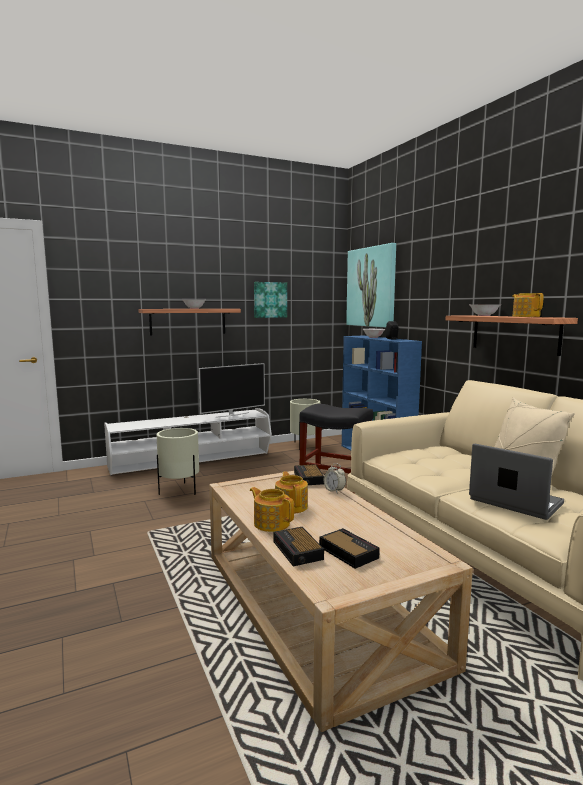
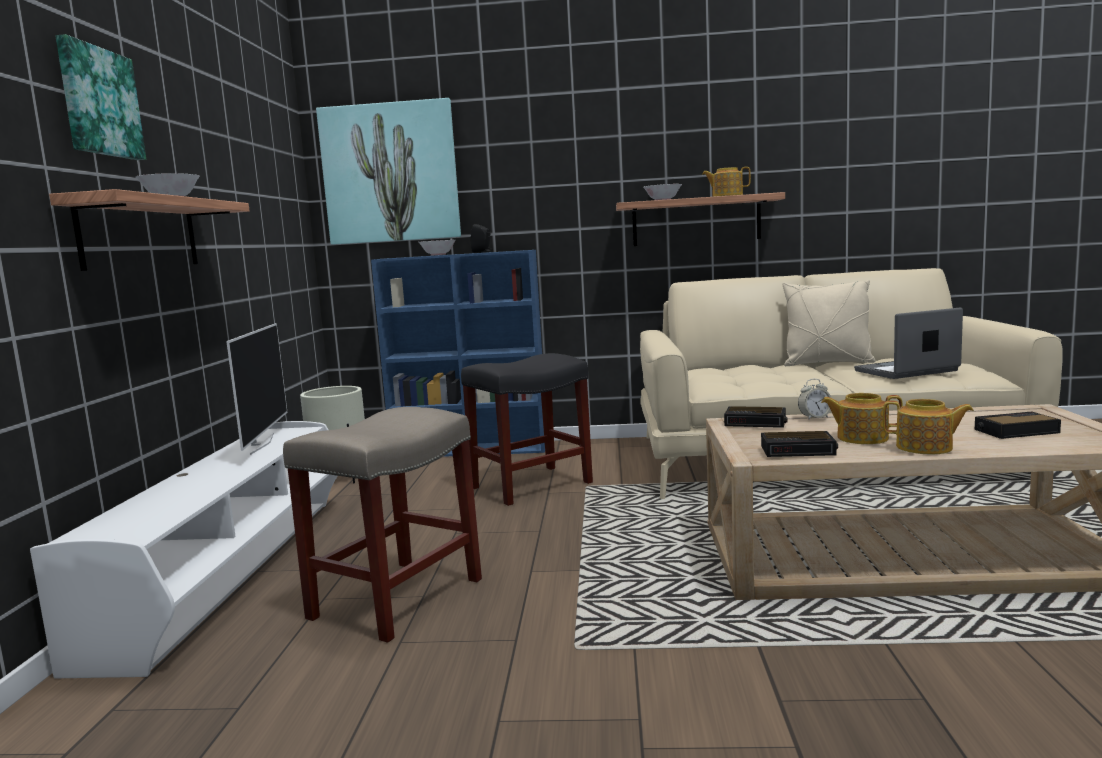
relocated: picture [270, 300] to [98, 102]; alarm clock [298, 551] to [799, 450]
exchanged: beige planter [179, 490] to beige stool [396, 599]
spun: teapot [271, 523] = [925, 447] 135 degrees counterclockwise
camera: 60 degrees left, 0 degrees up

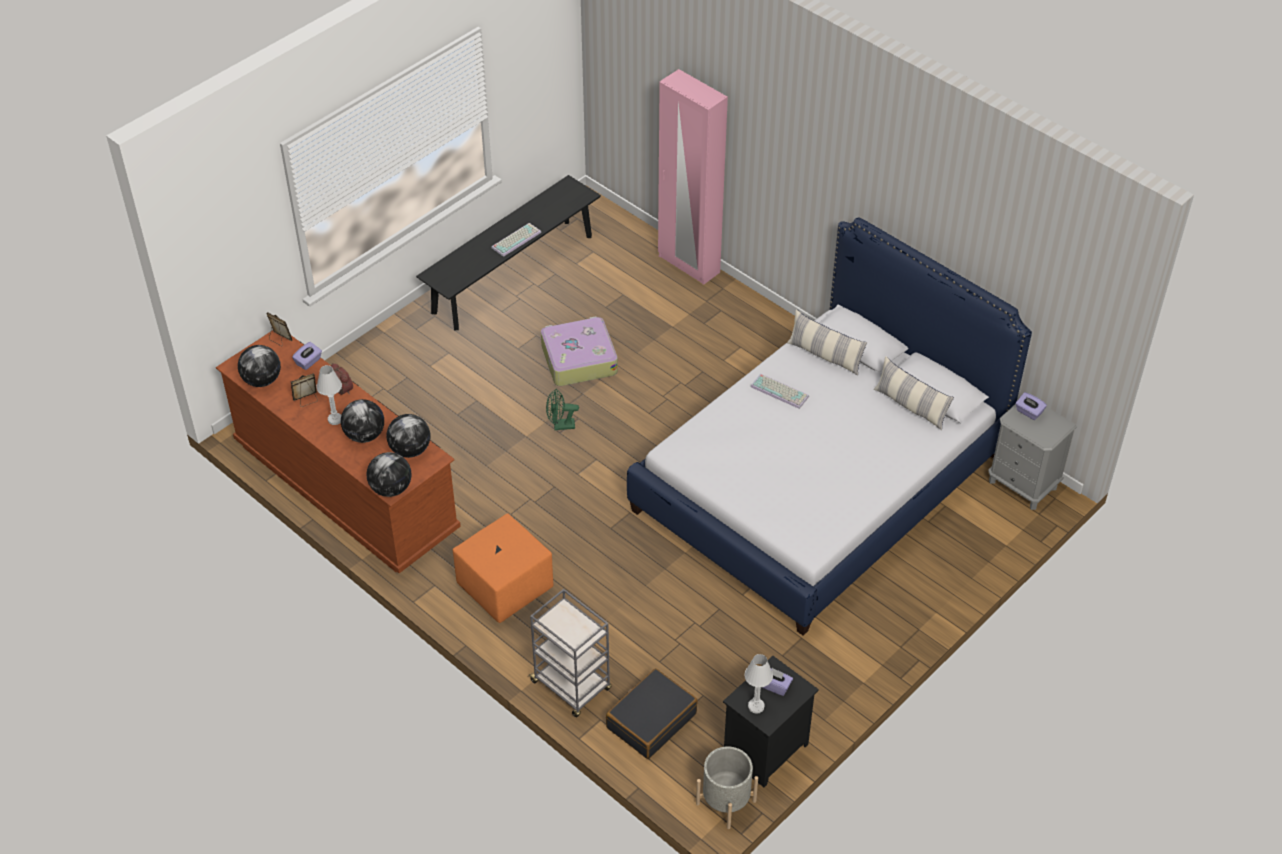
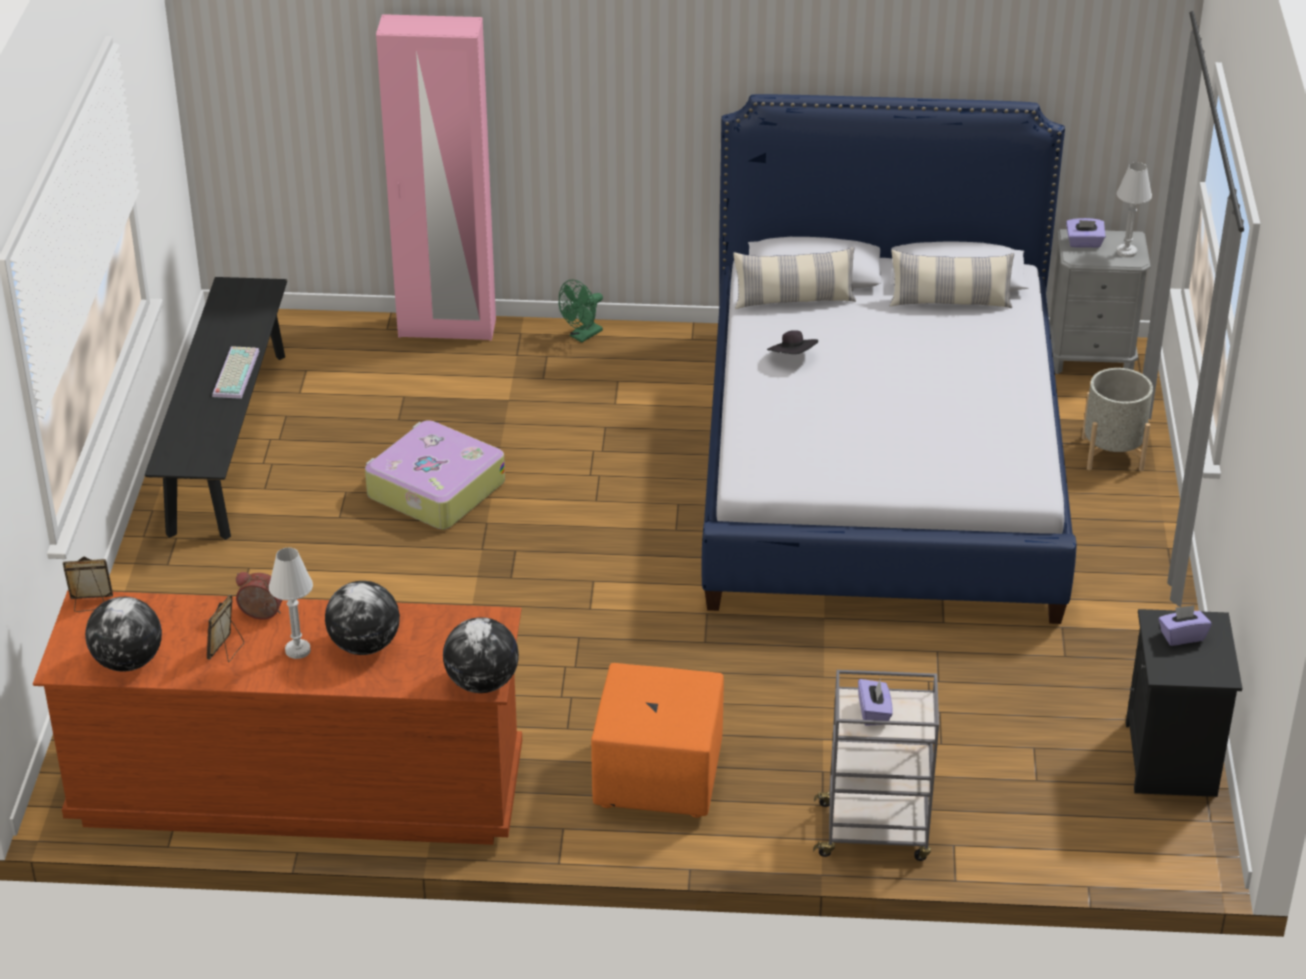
missing: globe [410, 450]; black suitcase [651, 720]
relocated: purple tissue box [308, 362] to [874, 713]; green fan [560, 426] to [582, 336]; white table lamp [756, 706] to [1126, 252]; grey planter [726, 802] to [1112, 454]
exchanged: keyboard [780, 391] to black hat [793, 357]
camera: 40 degrees left, 10 degrees down

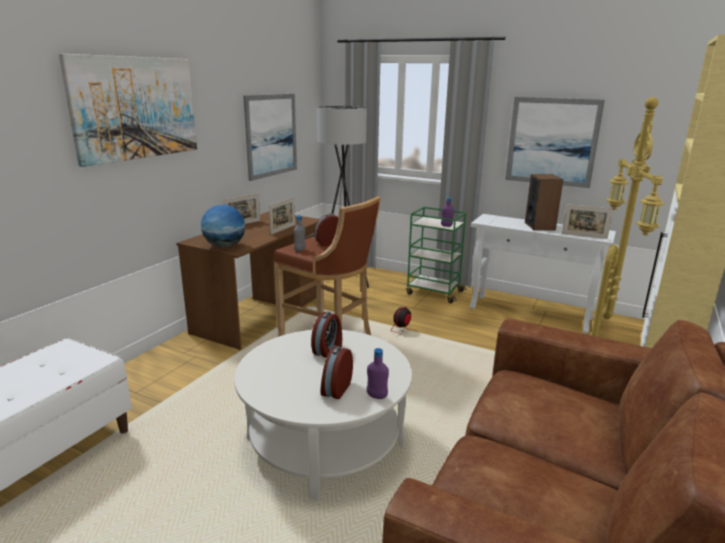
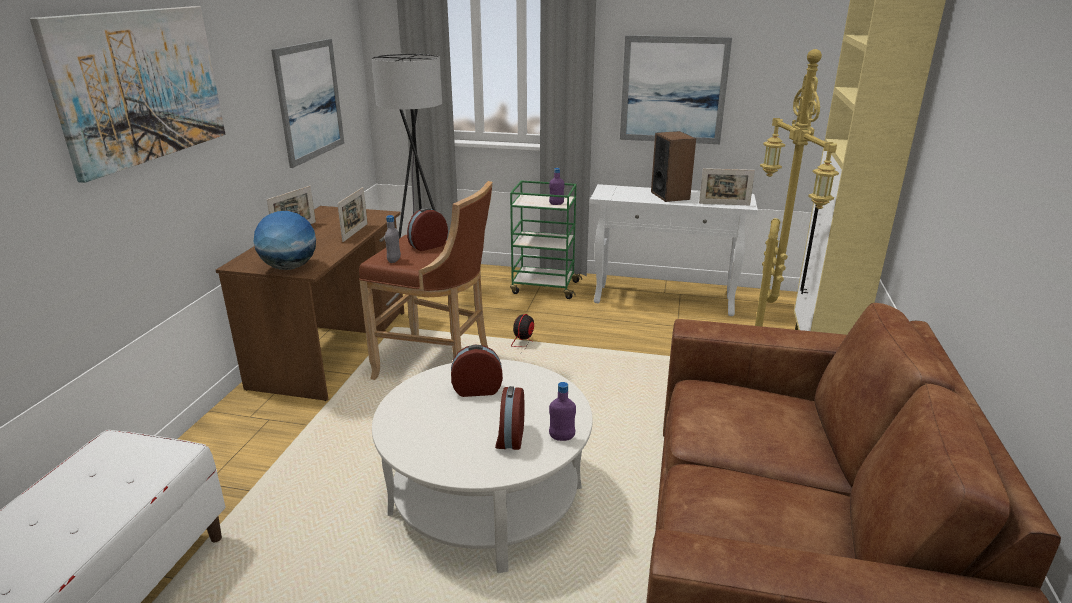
spun: alarm clock [328, 350] = [477, 389] 105 degrees counterclockwise
camera: 15 degrees left, 5 degrees up

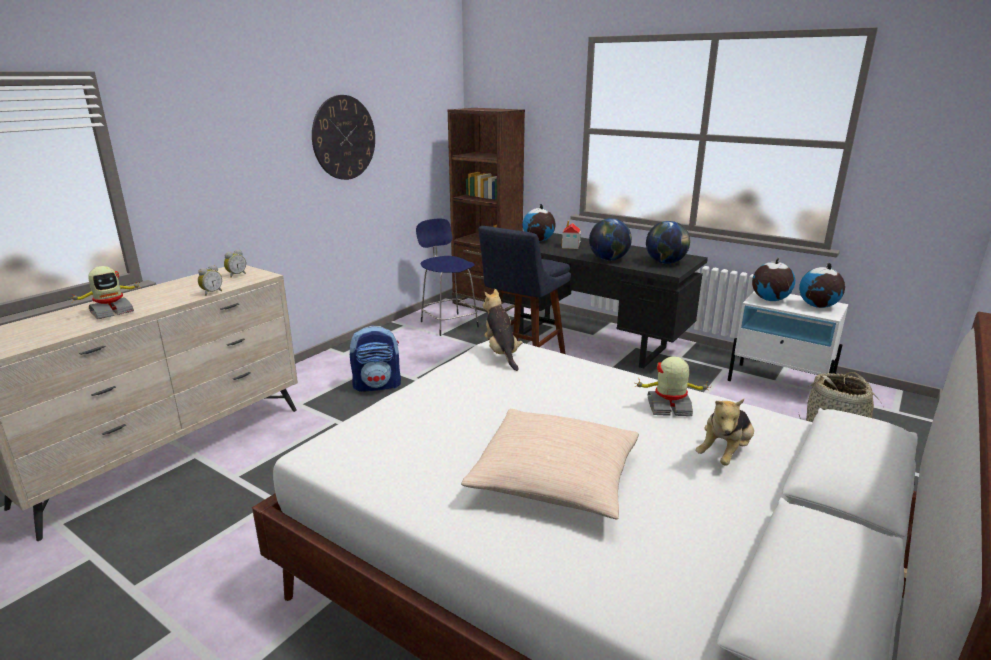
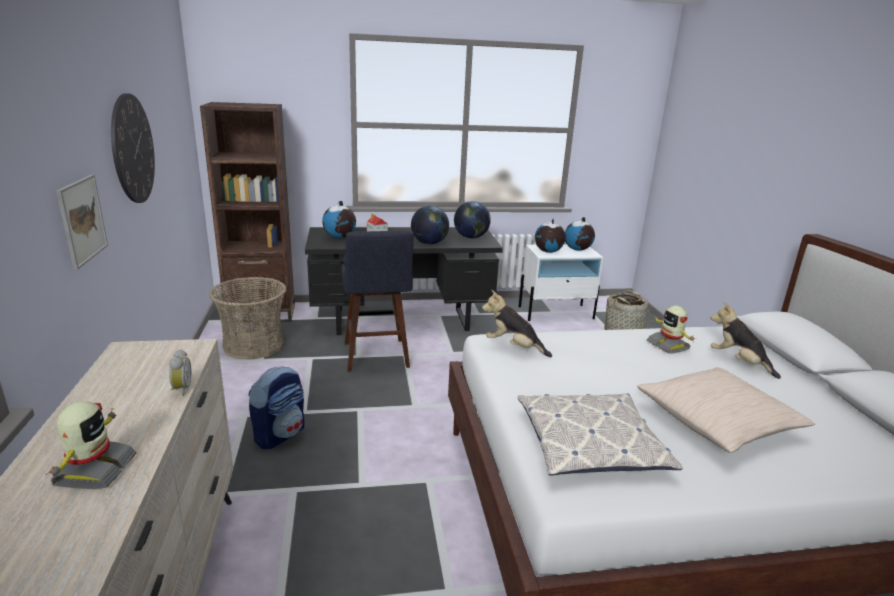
missing: alarm clock [236, 275]
appeared: picture [82, 220]; pillow [590, 444]
exchanged: blue stool [448, 323] to basket [253, 345]
spun: toy robot [669, 407] = [668, 345] 75 degrees counterclockwise; plush toy [724, 453] = [738, 362] 150 degrees clockwise
camera: 45 degrees left, 0 degrees up

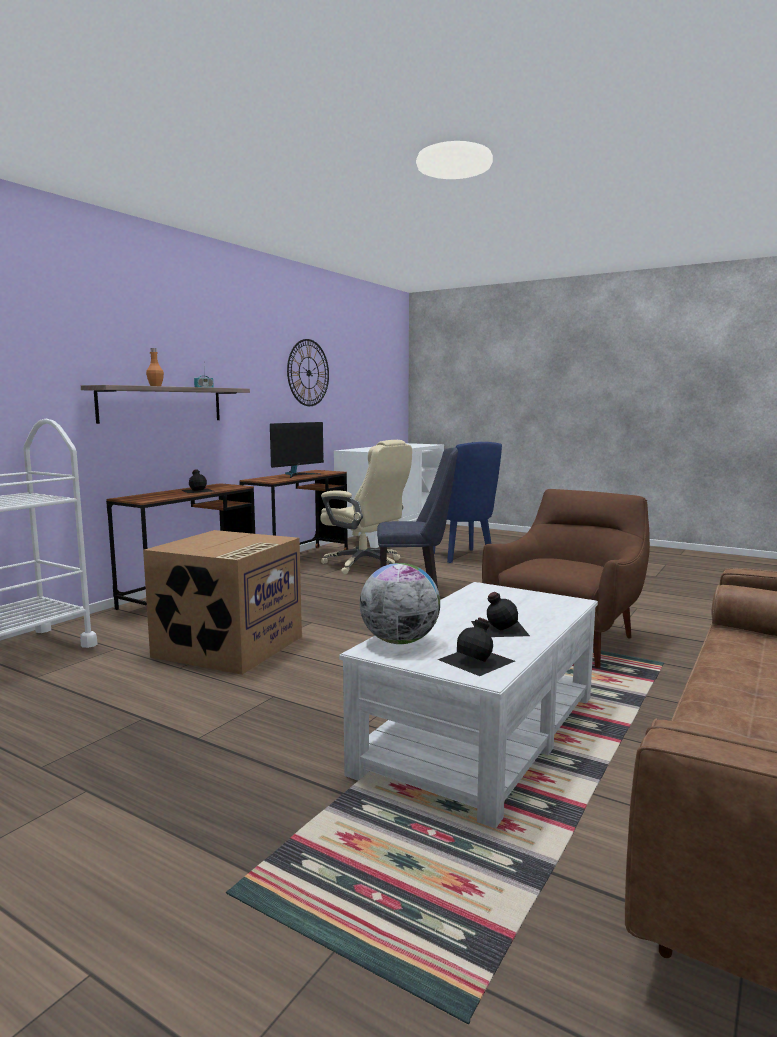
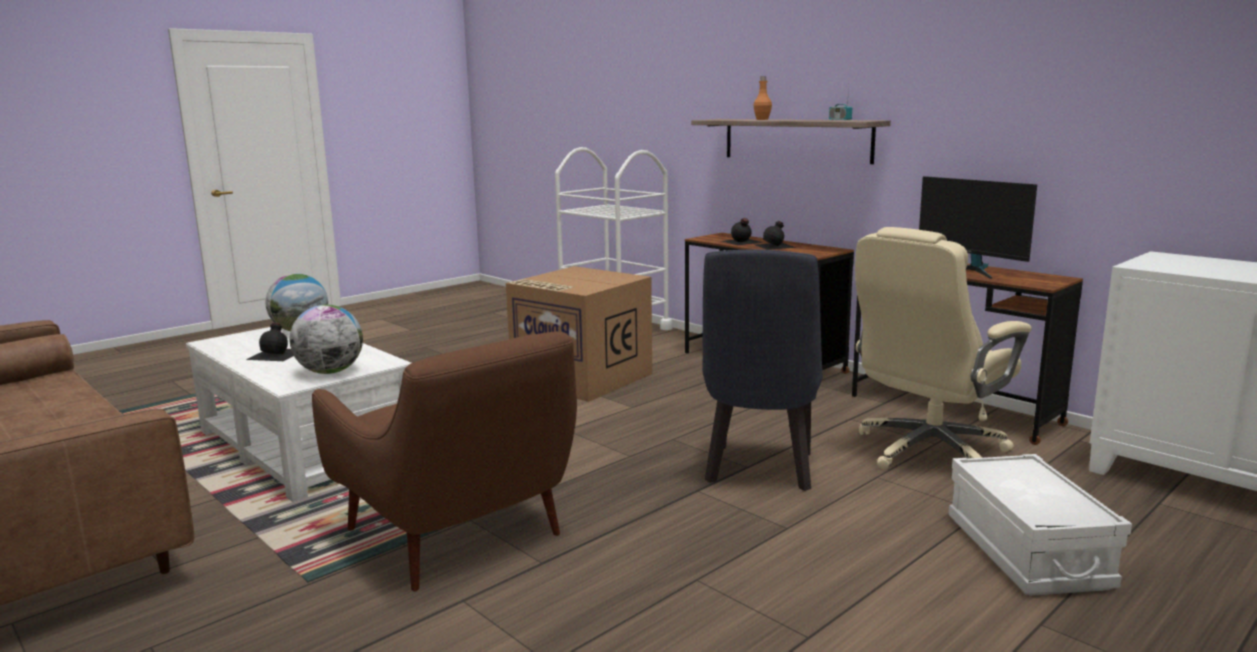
missing: wall clock [308, 373]
appeared: globe [330, 372]
relocated: black bottle [477, 660] to [741, 241]
exchanged: blue chair [464, 557] to white storage box [1027, 552]
camera: 105 degrees right, 5 degrees up

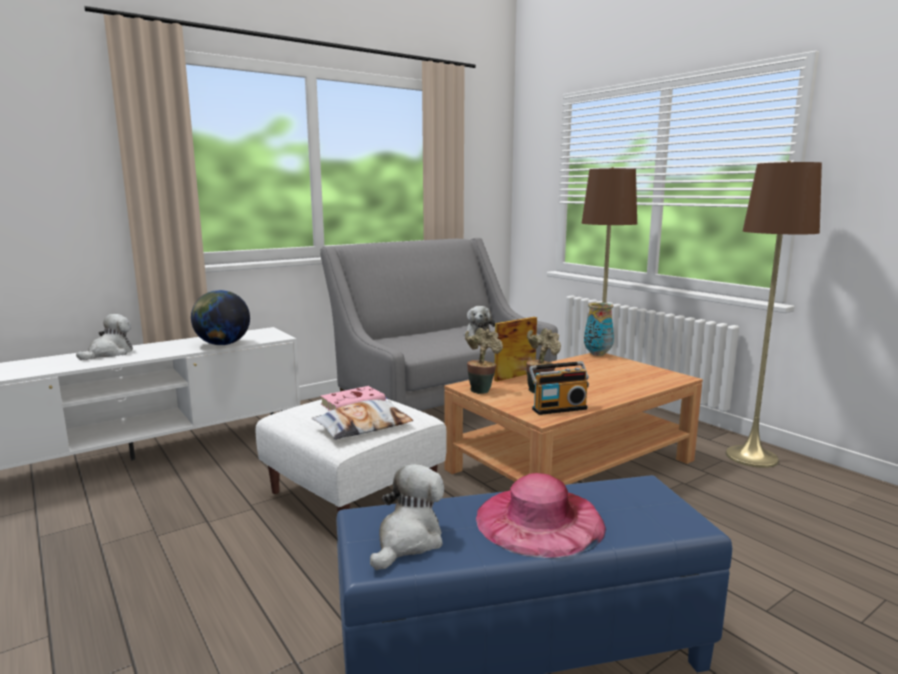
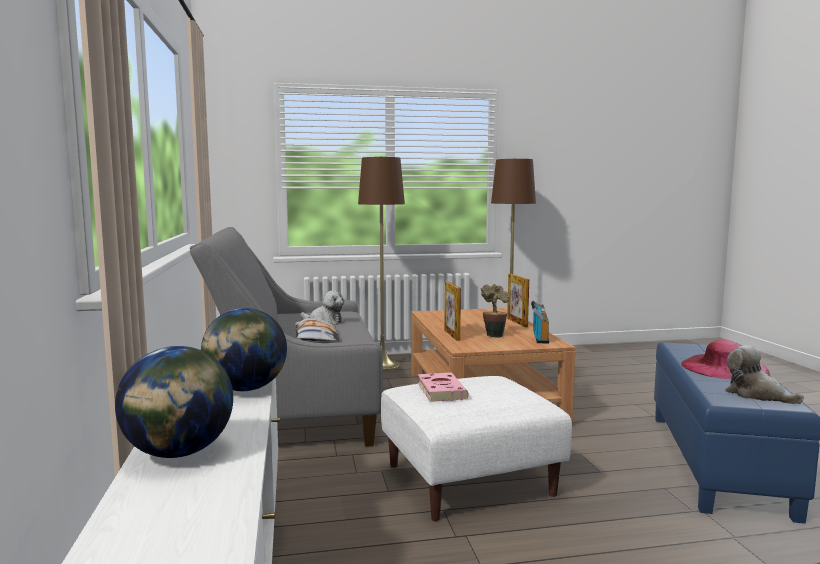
missing: vase [597, 354]; potted plant [481, 390]
appeared: picture frame [517, 322]
relocated: pillow [363, 426] to [315, 337]
exchanged: plush toy [109, 353] to globe [179, 453]
camera: 65 degrees left, 5 degrees down

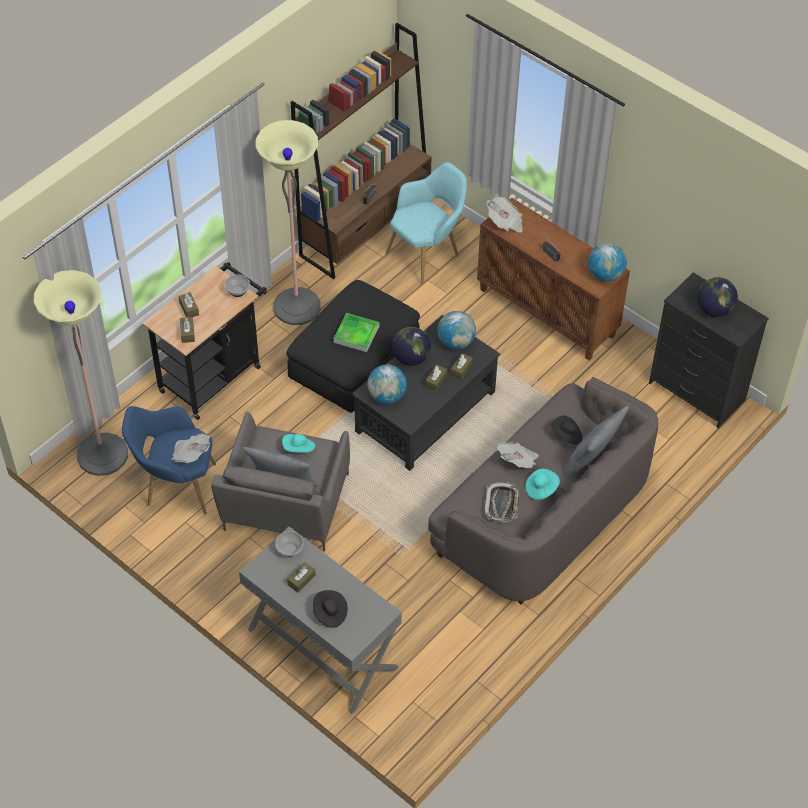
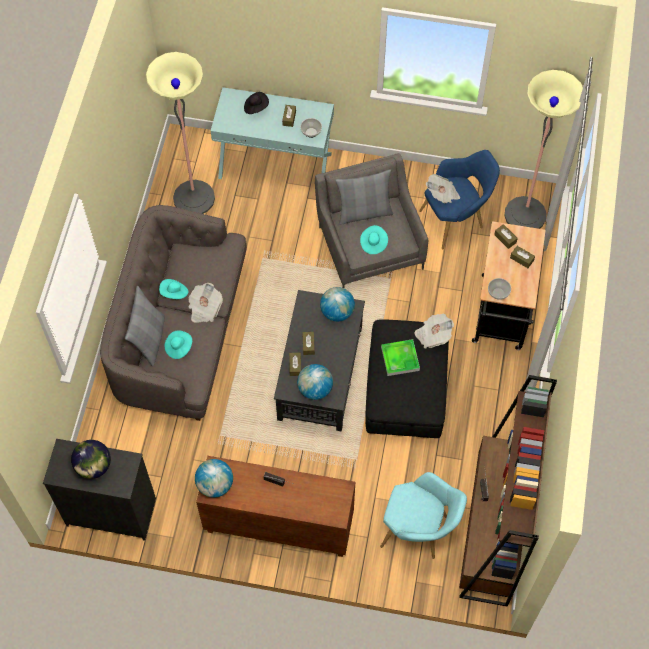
missing: globe [411, 358]; tray [502, 504]
relocated: floor lamp [297, 307] to [194, 198]; newspaper [505, 222] to [433, 335]
colour: black hat [566, 435] to turquoise hat [178, 347]; grey console table [322, 648] to turquoise console table [275, 165]
spun: turquoise armchair [427, 254] = [419, 531] 90 degrees counterclockwise
camera: 150 degrees right, 10 degrees up

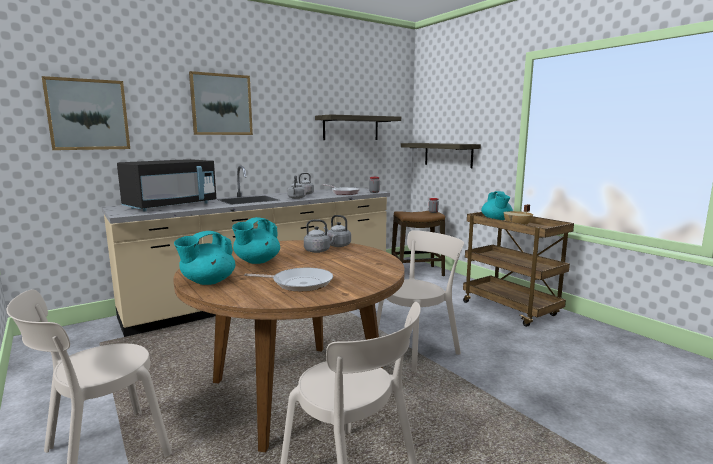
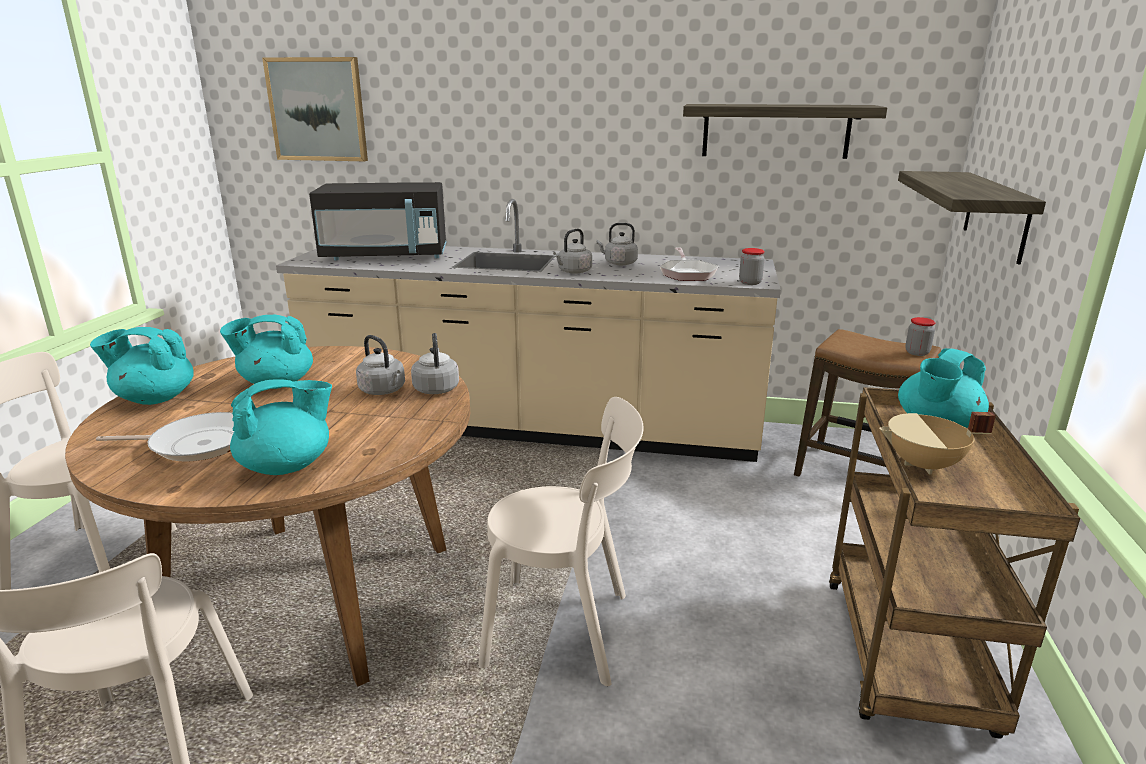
missing: picture [221, 104]
appeared: turquoise teapot [288, 466]
spun: frying pan [299, 283] = [197, 444] 60 degrees counterclockwise
camera: 45 degrees right, 10 degrees up

